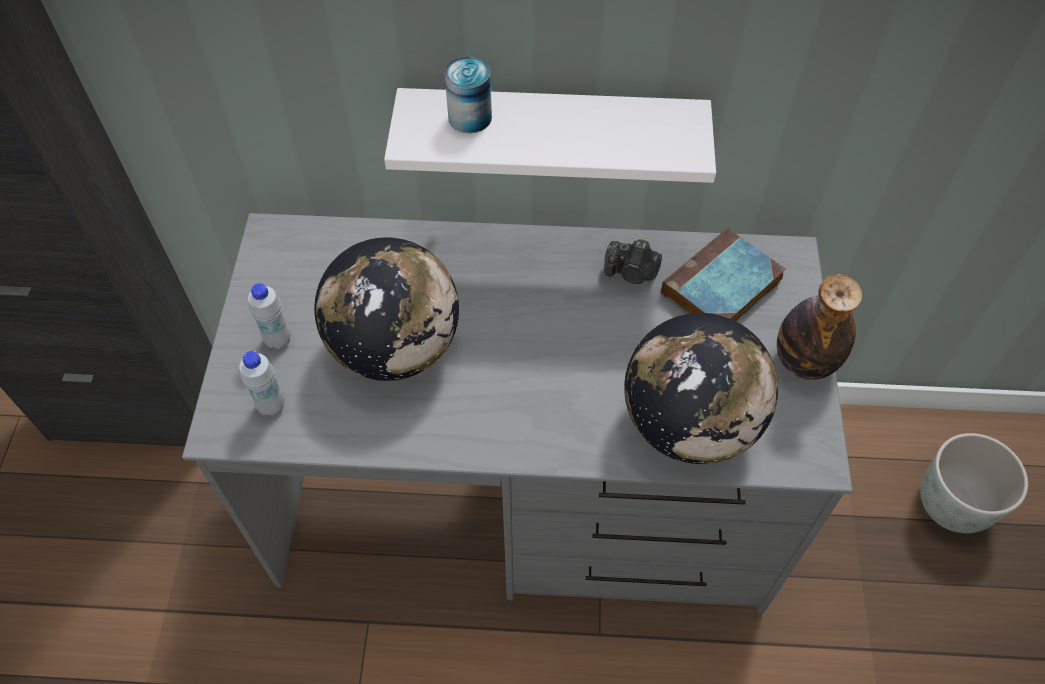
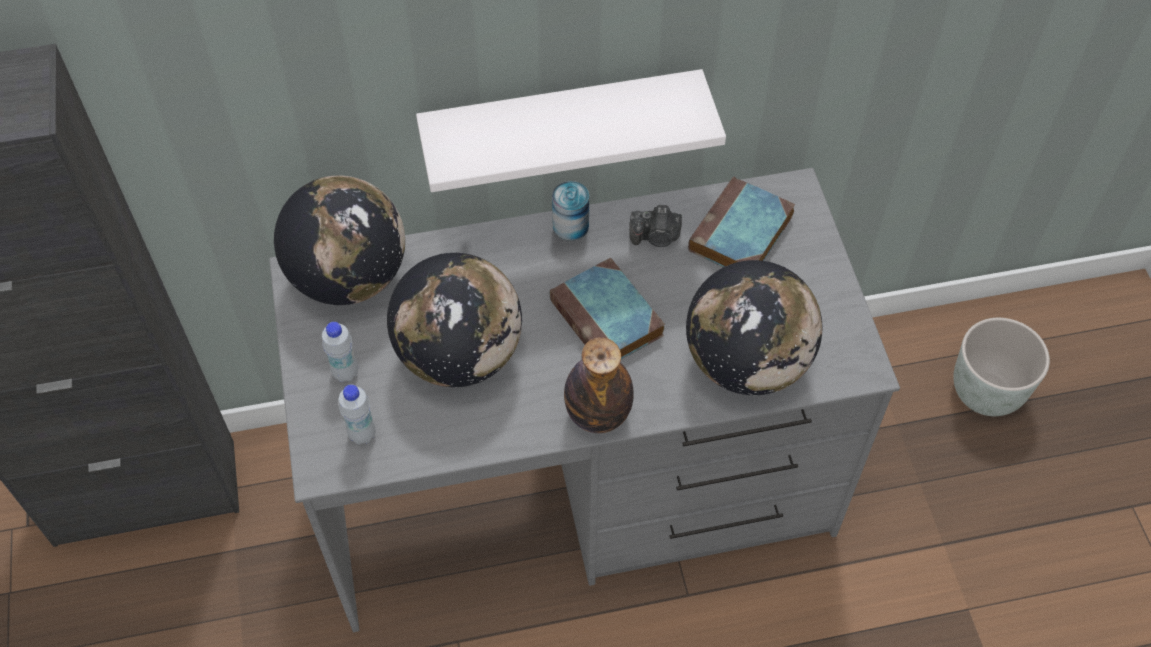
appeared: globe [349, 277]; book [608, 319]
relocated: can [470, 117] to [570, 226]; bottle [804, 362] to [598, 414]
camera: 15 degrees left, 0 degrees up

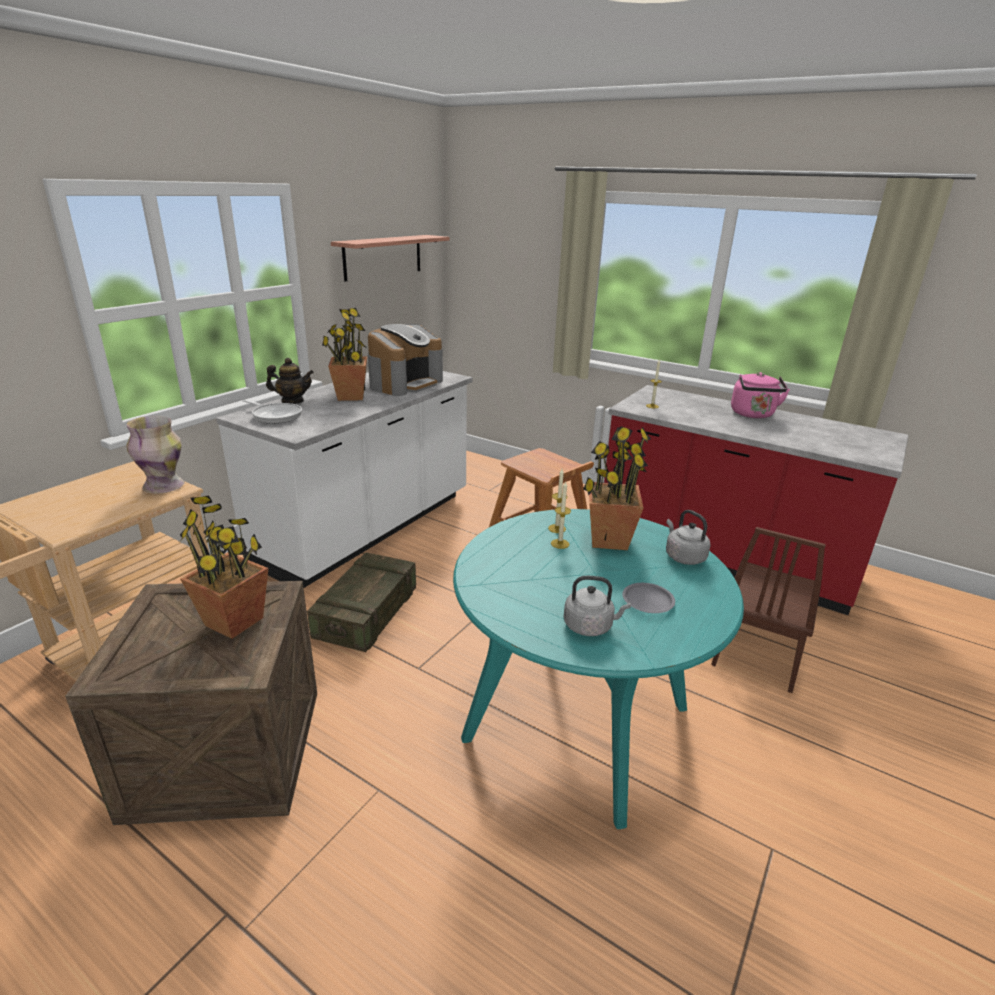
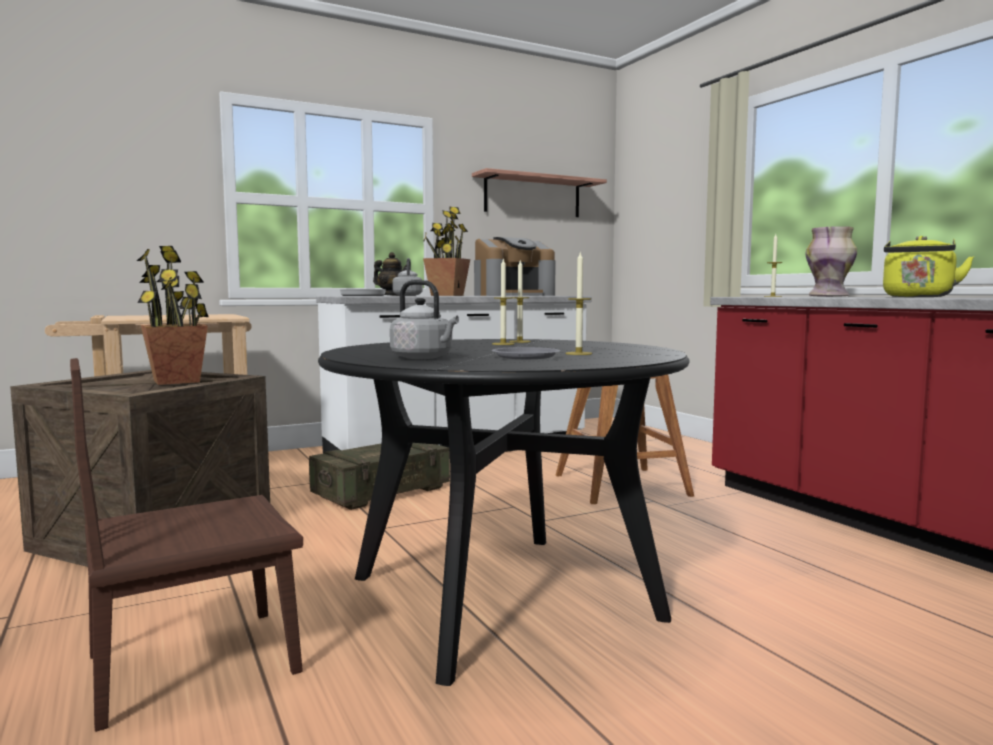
missing: potted plant [608, 540]
appeared: candle [578, 353]
relocated: vase [165, 486] to [829, 296]; grey kettle [683, 556] to [407, 296]; brown chair [758, 651] to [194, 663]
colour: pink kettle [753, 415] to yellow kettle [918, 297]; turquoise dining table [577, 722] to black dining table [502, 596]
camera: 30 degrees right, 20 degrees down

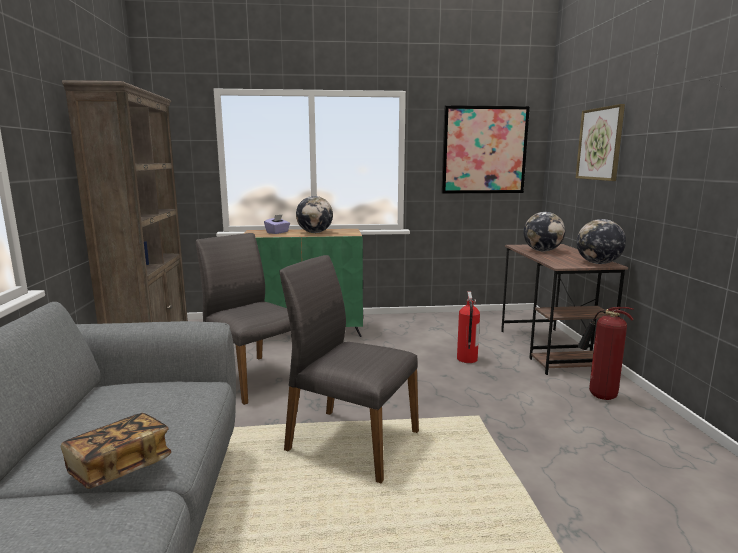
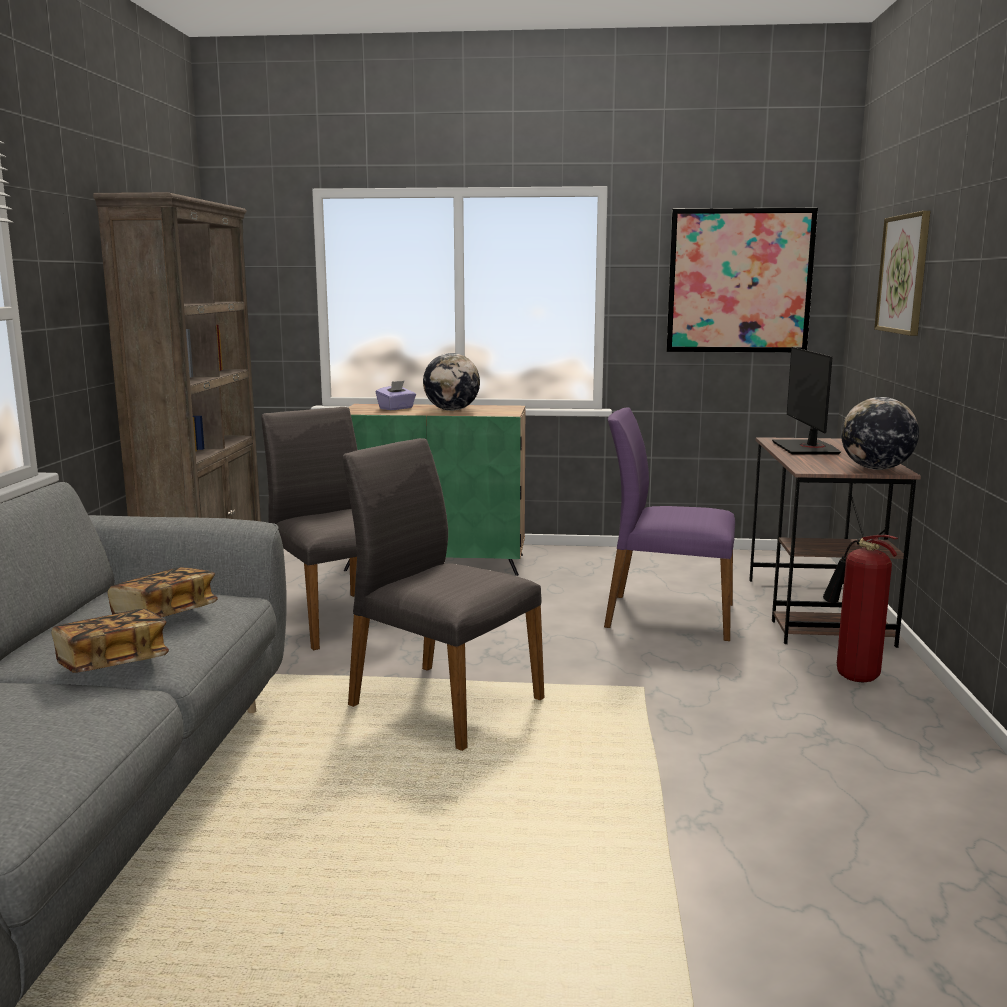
appeared: book [165, 614]
exchanged: globe [542, 251] to monitor [806, 448]; fire extinguisher [466, 359] to purple chair [668, 615]
camera: 10 degrees right, 0 degrees up

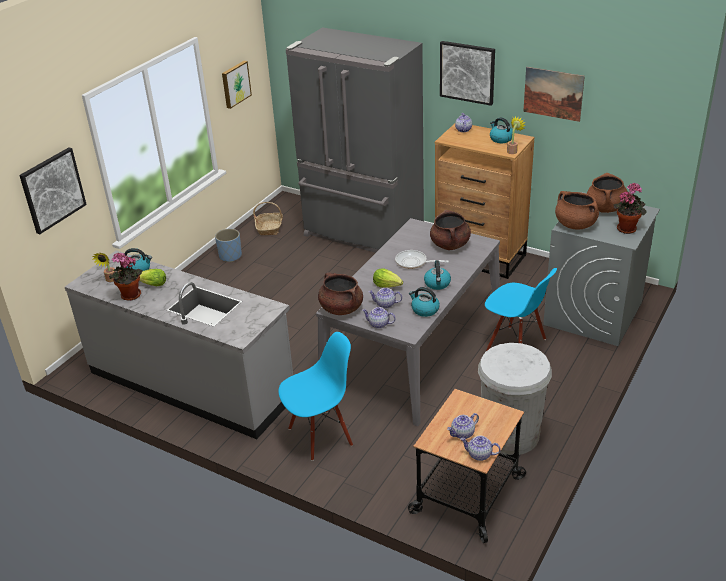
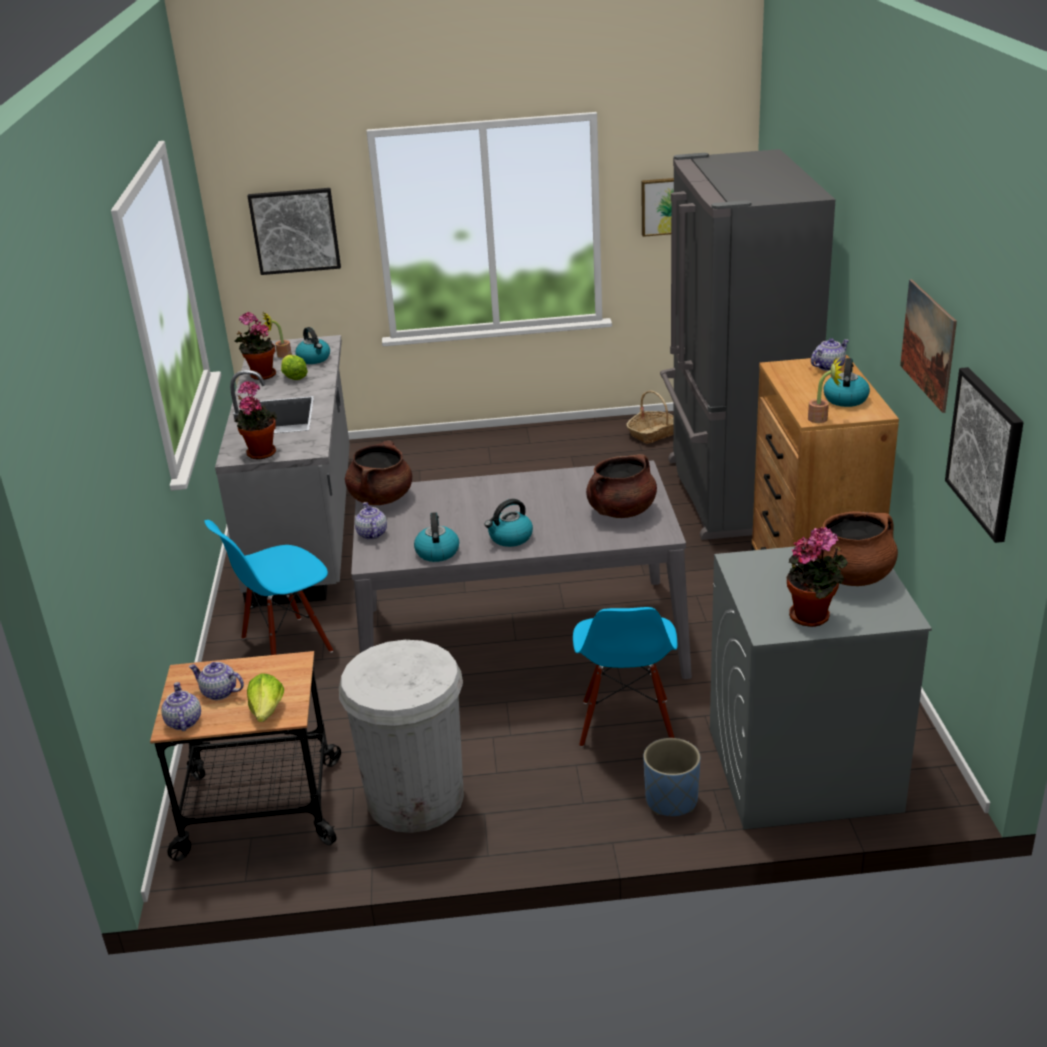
missing: brown cooking pot [575, 224]; frying pan [414, 262]; teapot [385, 304]
appeared: potted plant [260, 452]
relocated: picture [467, 72] to [986, 452]; blue planter [230, 256] to [671, 800]; lettuce [387, 285] to [267, 711]
spun: blue chair [320, 435] = [286, 646] 120 degrees clockwise
camera: 55 degrees right, 5 degrees down

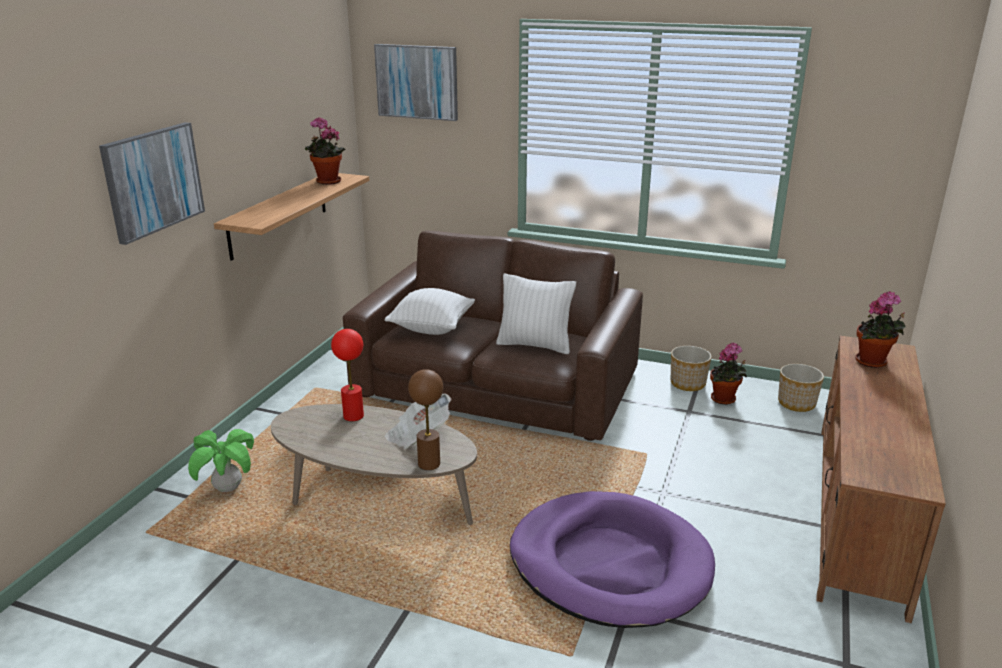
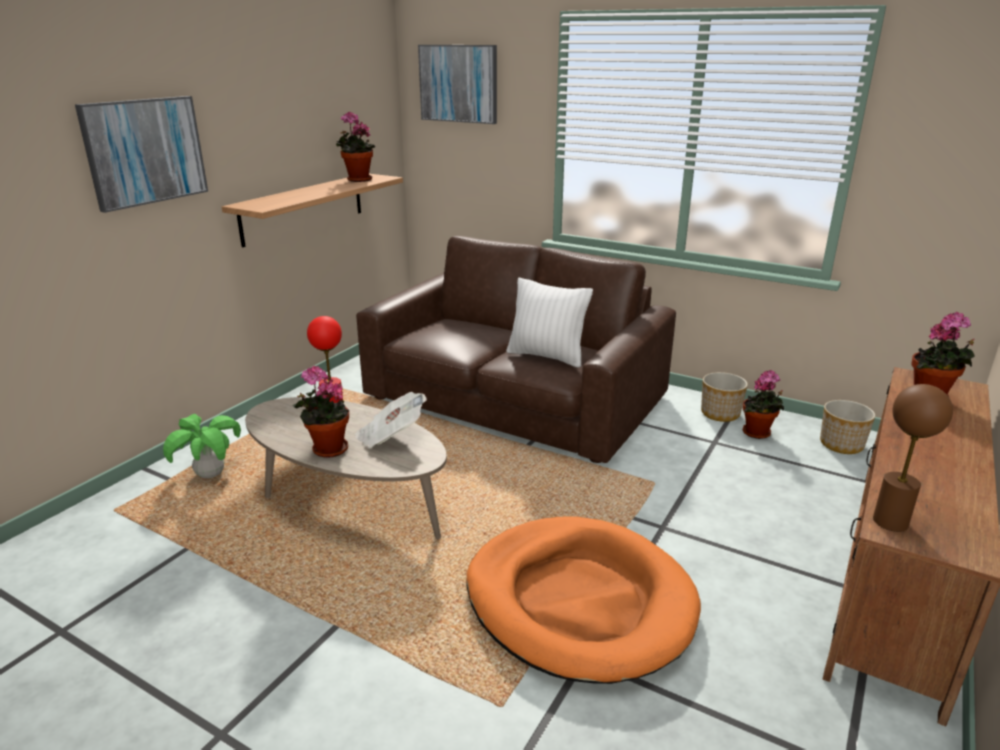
missing: white pillow [431, 328]
appeared: potted plant [327, 450]
relocated: brown table lamp [429, 464] to [890, 522]
colour: purple dog bed [609, 564] to orange dog bed [579, 601]
camera: 10 degrees right, 0 degrees up

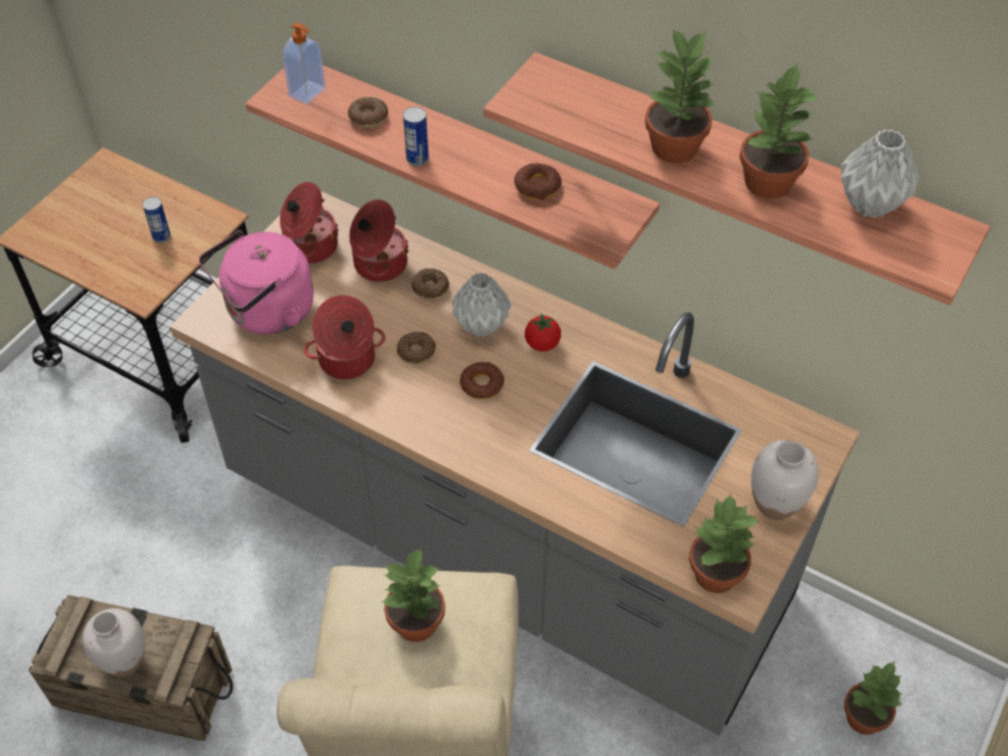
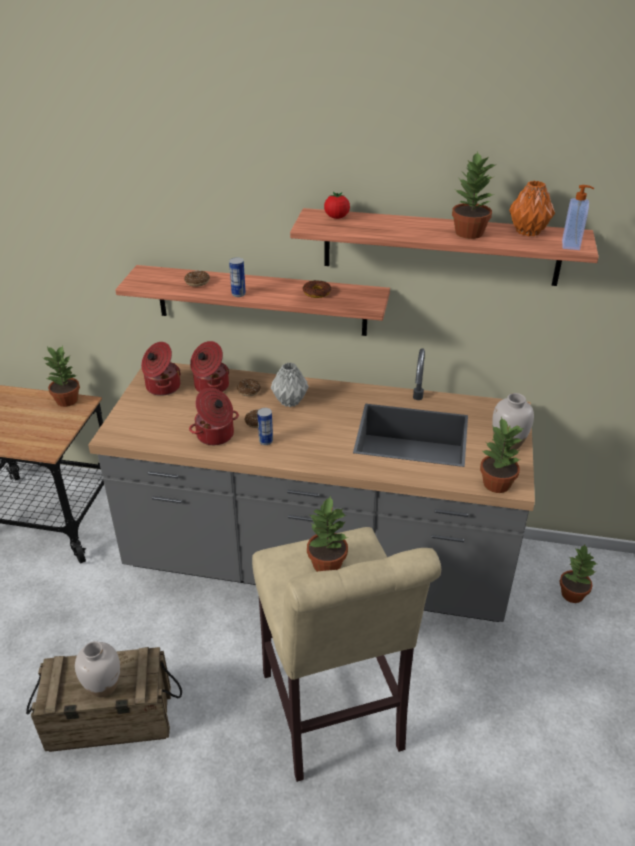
missing: pink kettle [266, 312]; donut [482, 384]
relocated: soap dispenser [308, 92] to [571, 245]; potted plant [675, 146] to [67, 400]; can [161, 237] to [266, 441]; tomato [542, 344] to [336, 217]
colour: grey vase [868, 204] to orange vase [527, 232]
camera: 20 degrees left, 15 degrees down

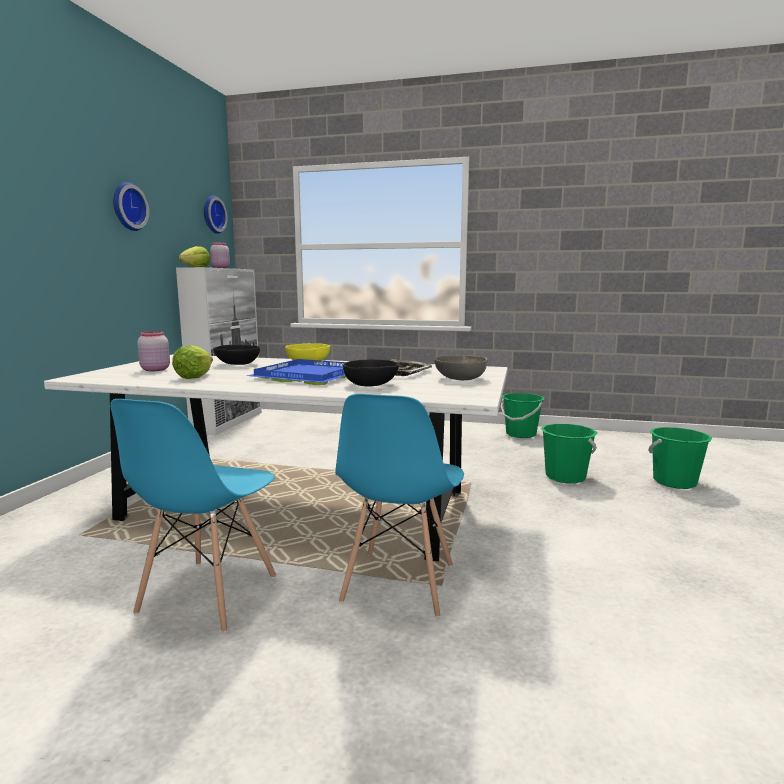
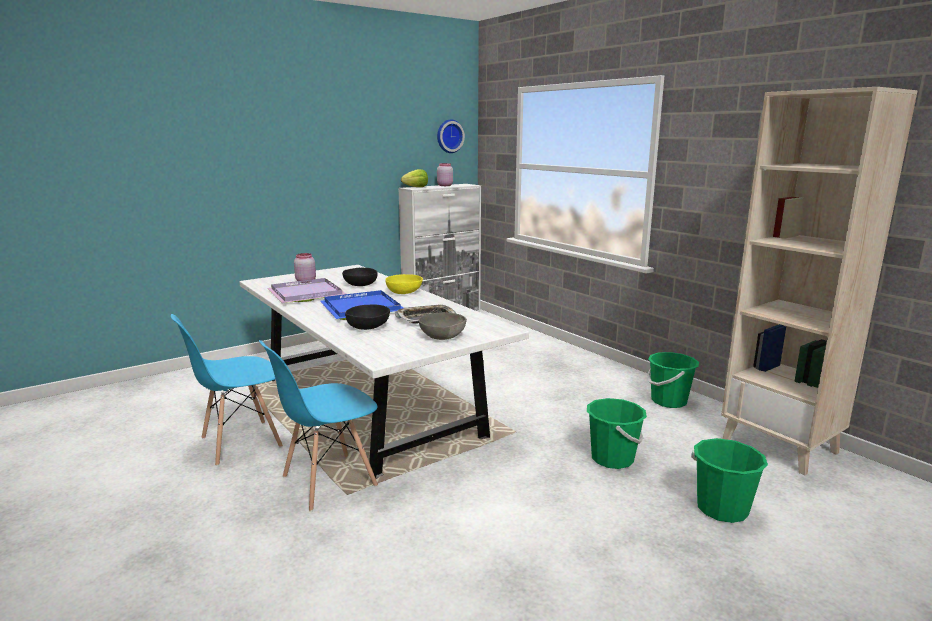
missing: wall clock [127, 207]
appeared: beige bookcase [780, 446]
exchanged: lettuce [194, 377] to purple tray [305, 294]
camera: 40 degrees right, 5 degrees up

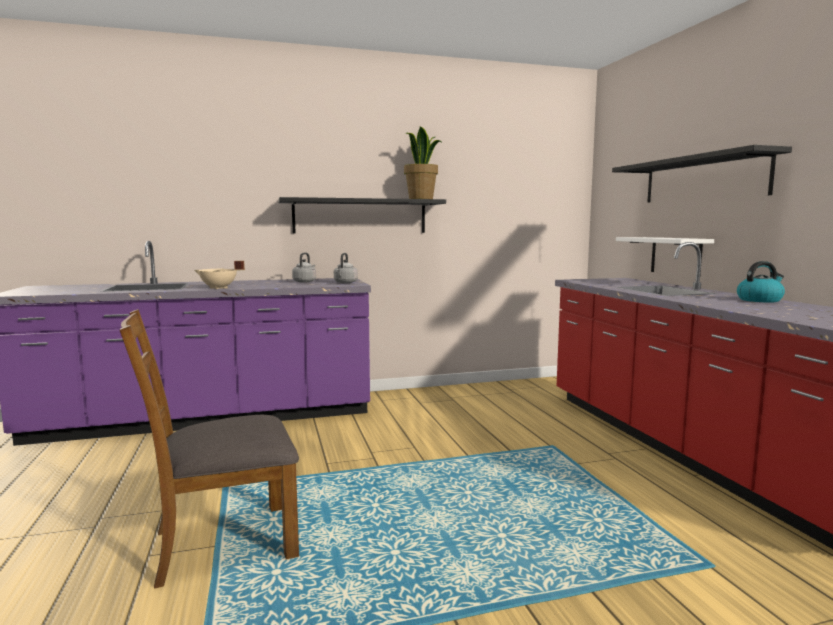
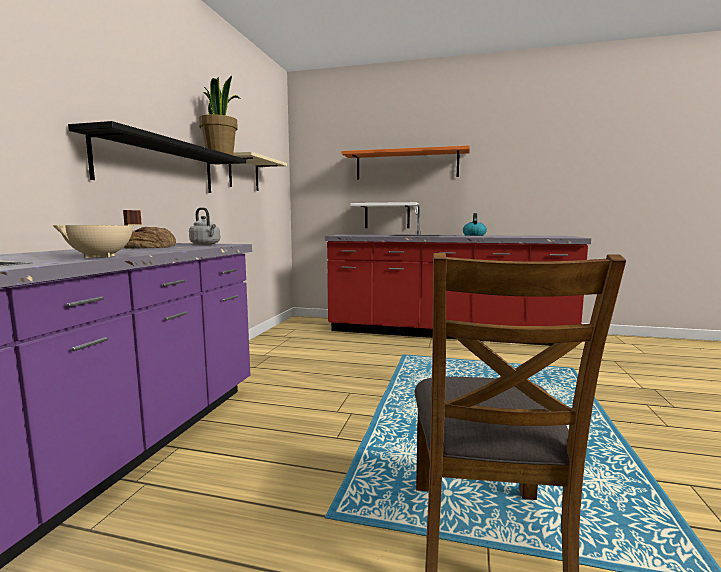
appeared: beige shelf [243, 174]
exchanged: grey kettle [305, 281] to bread [150, 246]
colour: black shelf [703, 179] to orange shelf [406, 165]
camera: 60 degrees left, 0 degrees up

